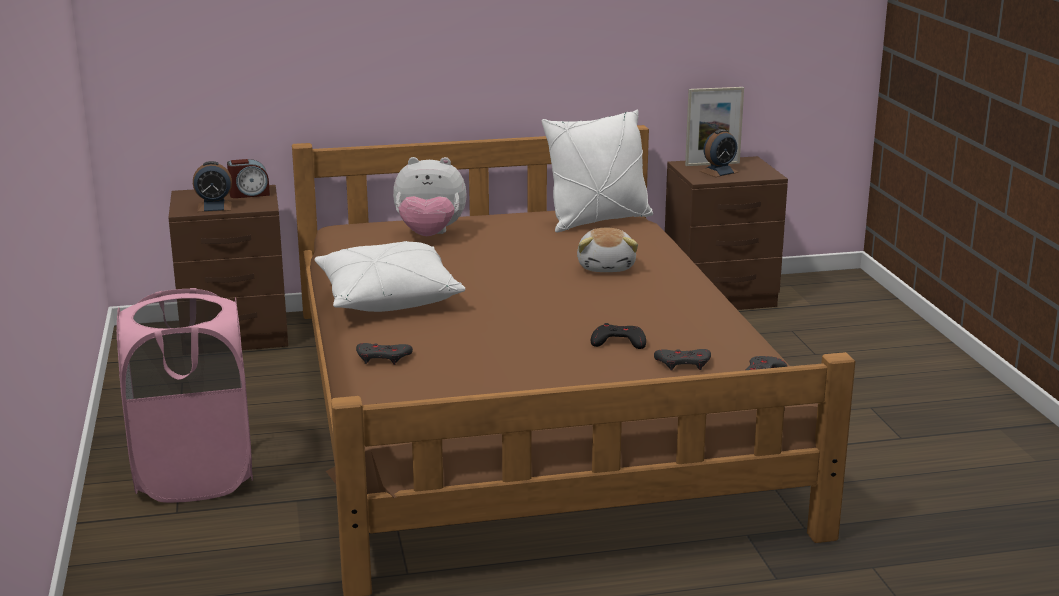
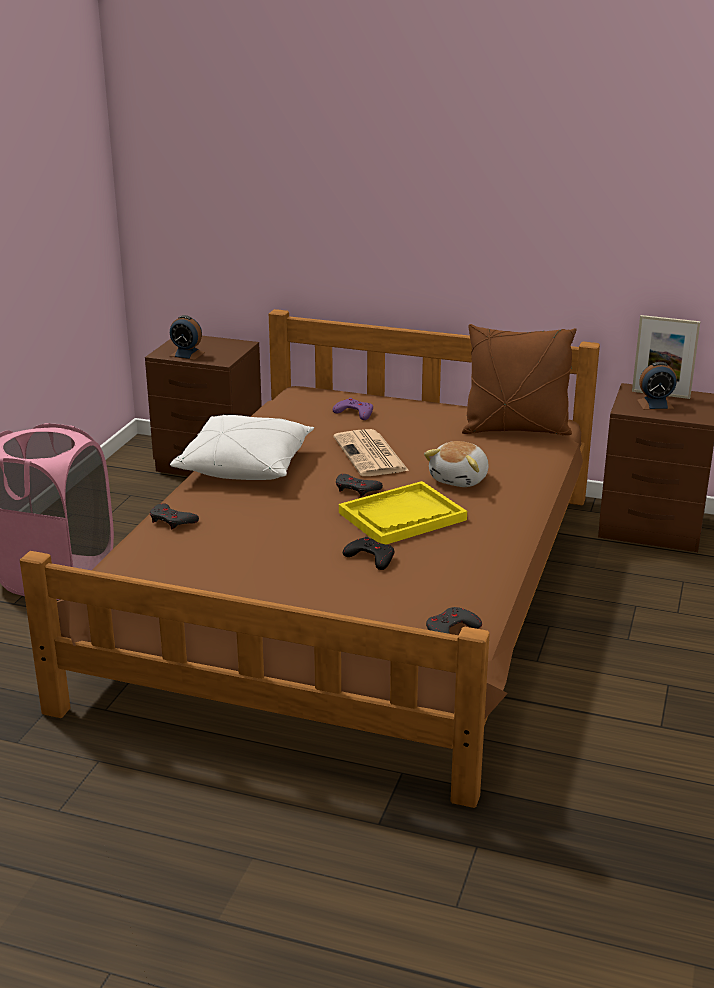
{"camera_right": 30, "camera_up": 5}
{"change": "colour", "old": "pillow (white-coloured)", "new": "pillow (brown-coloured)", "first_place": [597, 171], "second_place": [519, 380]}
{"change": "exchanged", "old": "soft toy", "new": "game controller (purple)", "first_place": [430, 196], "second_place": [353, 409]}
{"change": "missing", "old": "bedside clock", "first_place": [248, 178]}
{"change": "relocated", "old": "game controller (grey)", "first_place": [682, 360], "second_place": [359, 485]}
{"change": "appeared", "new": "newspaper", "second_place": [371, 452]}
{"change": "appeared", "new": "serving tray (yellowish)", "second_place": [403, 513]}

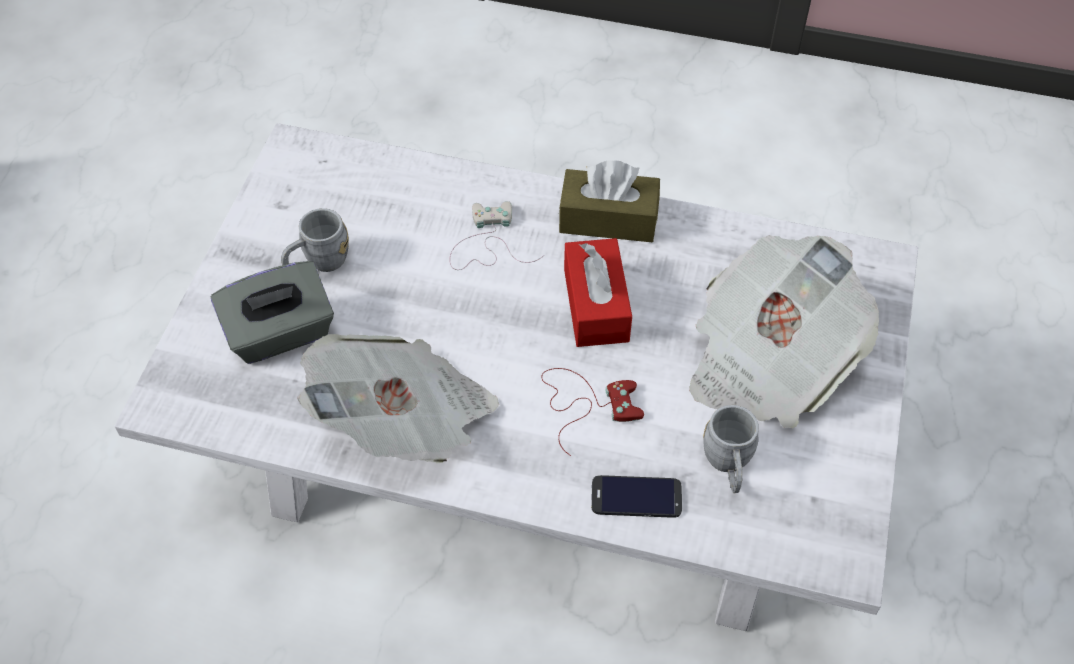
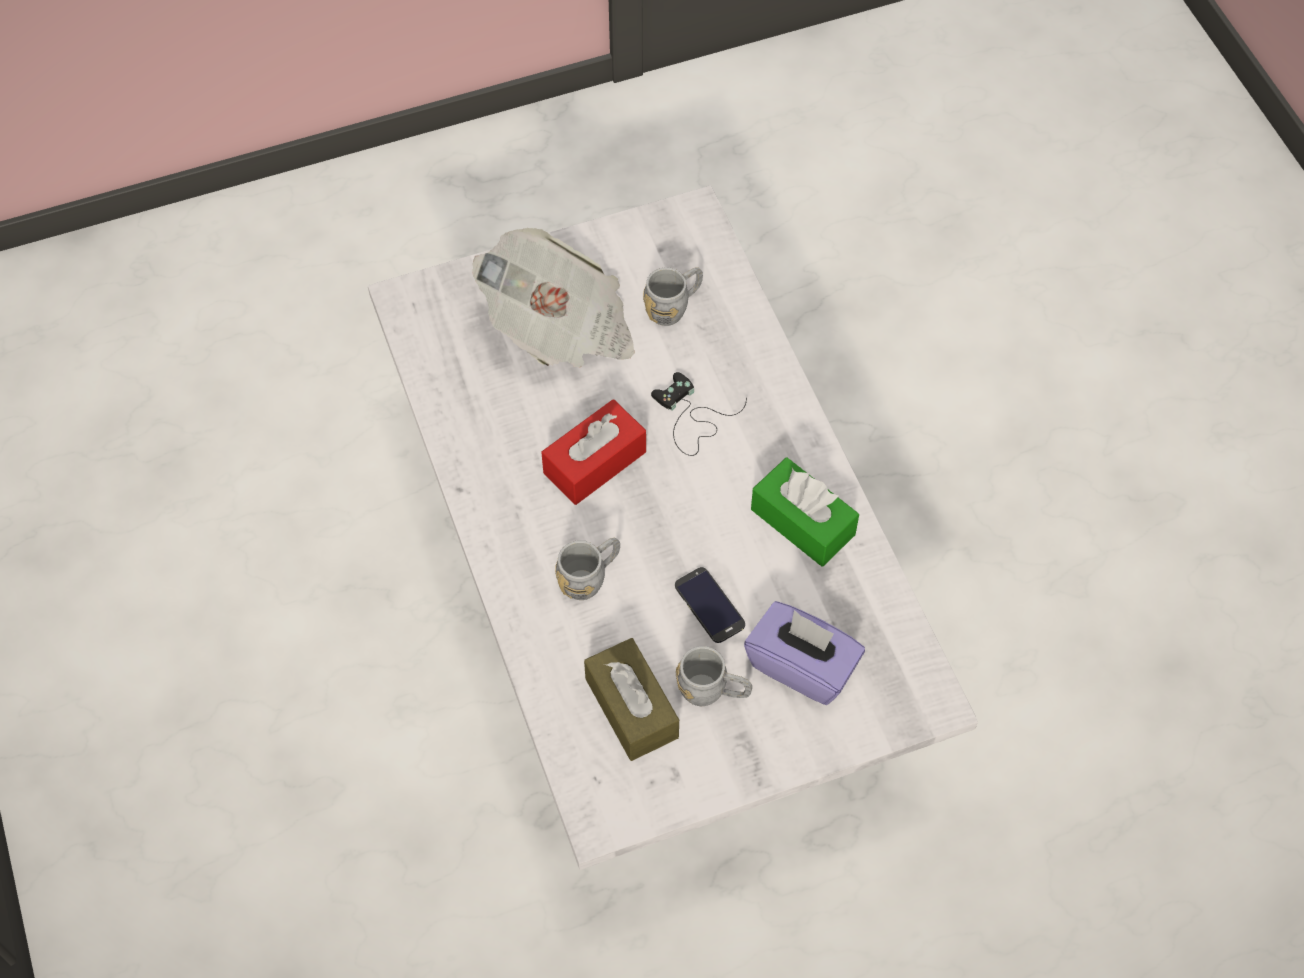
{"camera_right": -125, "camera_up": 5}
{"change": "relocated", "old": "tissue holder (brown-coloured)", "first_place": [609, 201], "second_place": [631, 699]}
{"change": "exchanged", "old": "game controller (white-coloured)", "new": "coffee mug (grey)", "first_place": [496, 235], "second_place": [587, 569]}
{"change": "colour", "old": "tissue holder (grey)", "new": "tissue holder (purple)", "first_place": [272, 312], "second_place": [804, 653]}
{"change": "exchanged", "old": "newspaper", "new": "tissue holder (green-coloured)", "first_place": [398, 399], "second_place": [805, 512]}
{"change": "colour", "old": "game controller (red-coloured)", "new": "game controller (blackish)", "first_place": [592, 412], "second_place": [699, 414]}
{"change": "relocated", "old": "phone", "first_place": [636, 496], "second_place": [710, 605]}

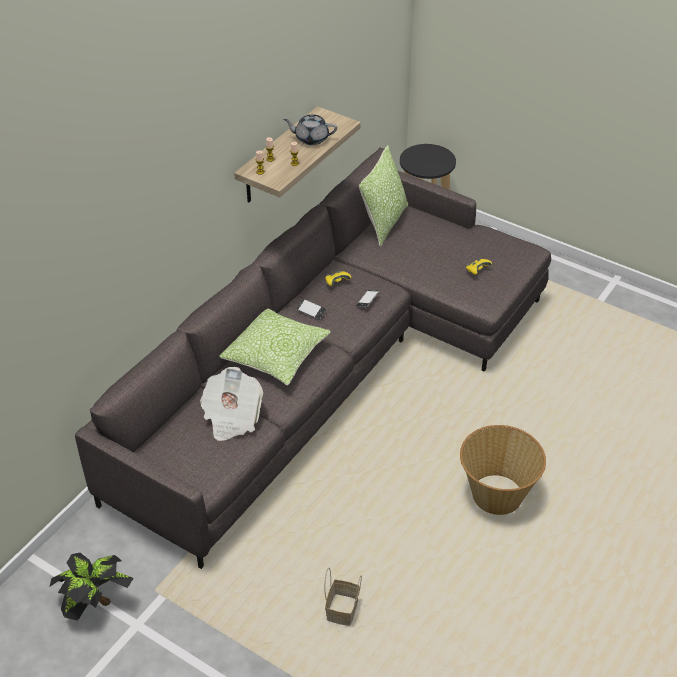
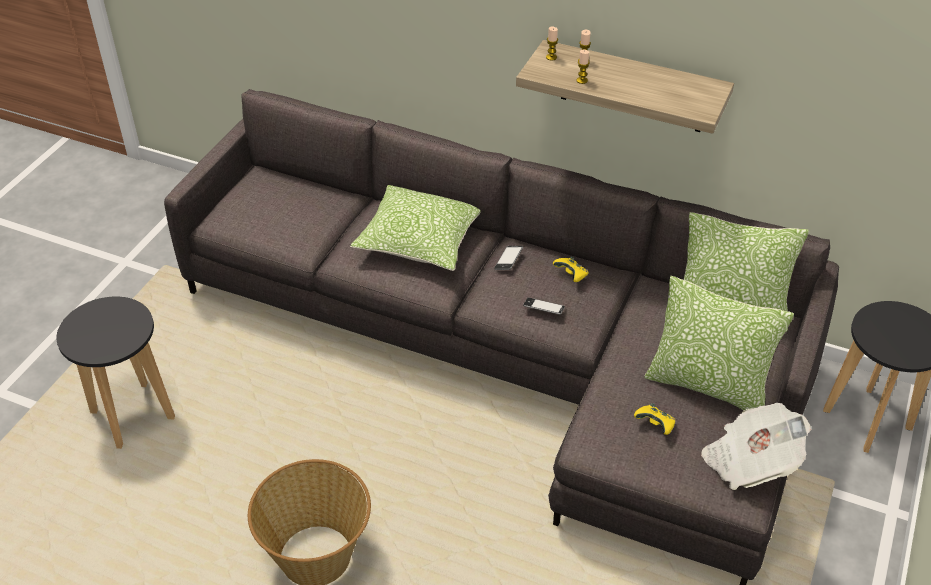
{"camera_right": 80, "camera_up": 0}
{"change": "missing", "old": "teapot (grey)", "first_place": [310, 130]}
{"change": "relocated", "old": "newspaper", "first_place": [231, 404], "second_place": [756, 446]}
{"change": "missing", "old": "plant in a pot", "first_place": [92, 587]}
{"change": "exchanged", "old": "household basket", "new": "stool seat (blackish)", "first_place": [343, 597], "second_place": [115, 373]}
{"change": "appeared", "new": "pillow", "second_place": [719, 343]}

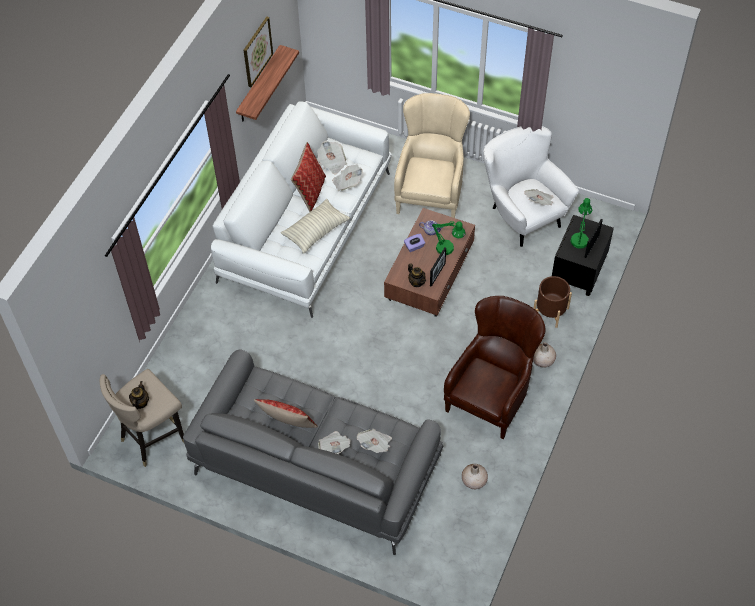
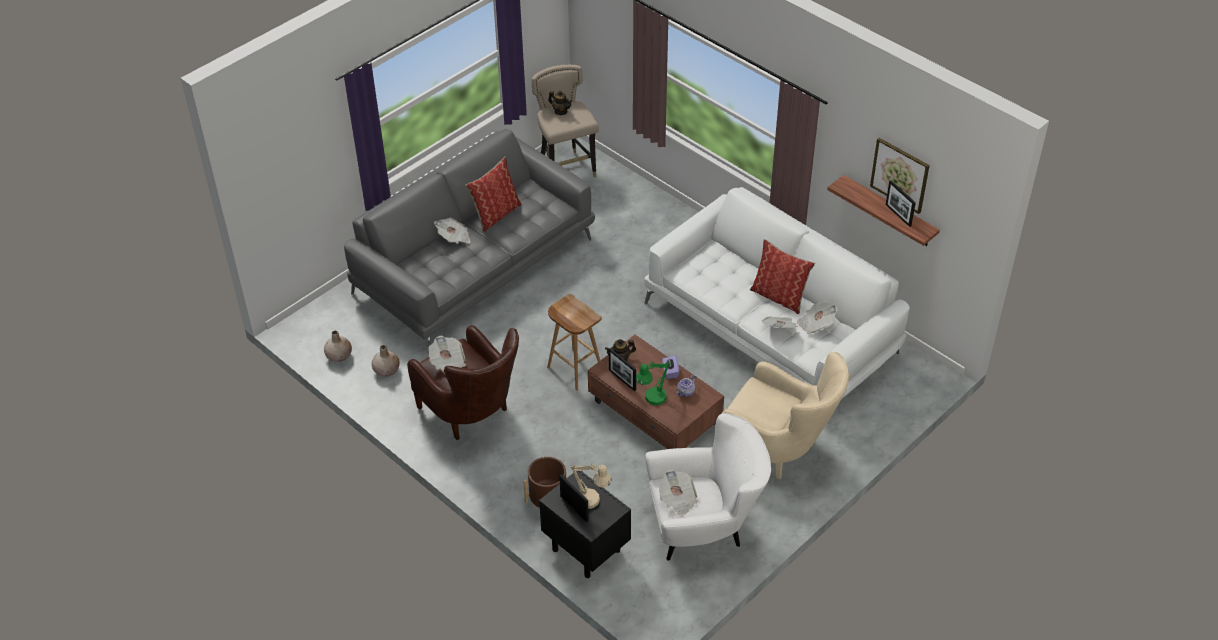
{"camera_right": 110, "camera_up": -10}
{"change": "colour", "old": "lamp for a table (green-coloured)", "new": "lamp for a table (beige)", "first_place": [581, 223], "second_place": [591, 486]}
{"change": "missing", "old": "pillow", "first_place": [315, 226]}
{"change": "relocated", "old": "decorative vase (beige)", "first_place": [544, 355], "second_place": [338, 346]}
{"change": "relocated", "old": "newspaper", "first_place": [374, 441], "second_place": [447, 354]}
{"change": "appeared", "new": "standing frame", "second_place": [901, 203]}
{"change": "appeared", "new": "stool seat (brown-coloured)", "second_place": [574, 342]}

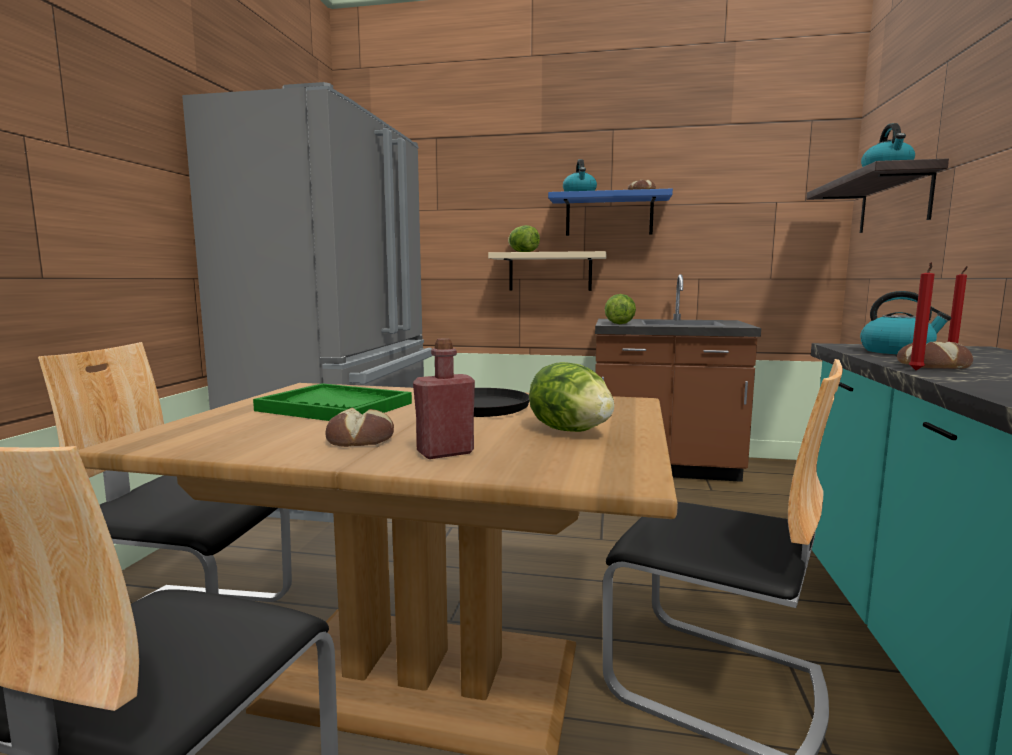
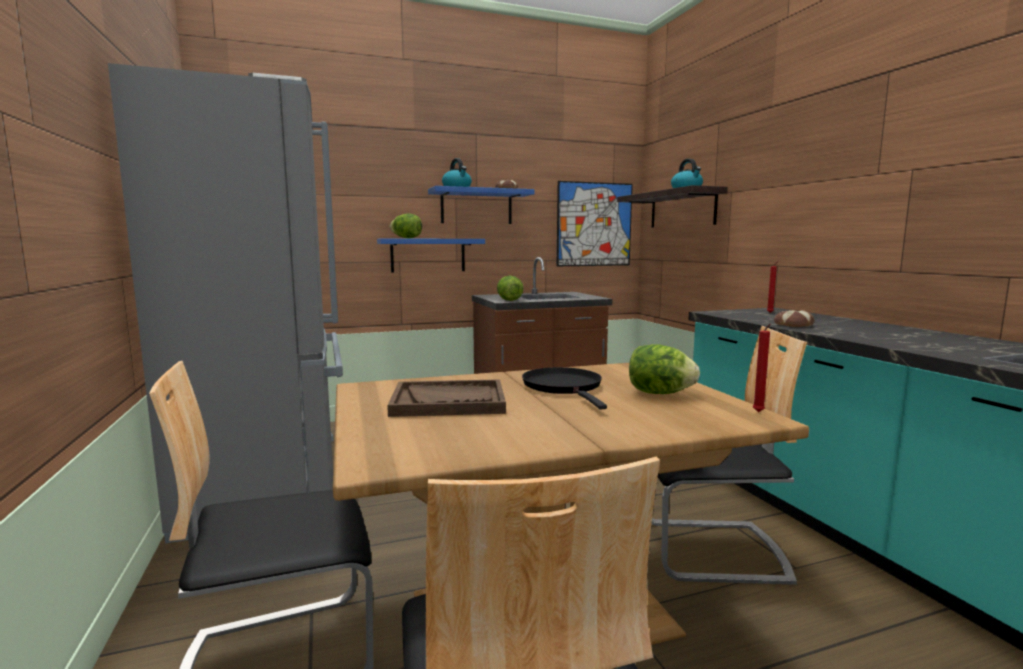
{"camera_right": -30, "camera_up": 0}
{"change": "colour", "old": "shelf (beige)", "new": "shelf (bluish)", "first_place": [547, 271], "second_place": [431, 255]}
{"change": "relocated", "old": "wax light (red-coloured)", "first_place": [922, 316], "second_place": [762, 367]}
{"change": "missing", "old": "tea kettle", "first_place": [905, 322]}
{"change": "missing", "old": "beverage bottle (red-coloured)", "first_place": [444, 398]}
{"change": "colour", "old": "serving tray (green-coloured)", "new": "serving tray (brown-coloured)", "first_place": [332, 402], "second_place": [446, 398]}
{"change": "missing", "old": "bakery bread", "first_place": [359, 427]}
{"change": "appeared", "new": "wall art", "second_place": [595, 223]}

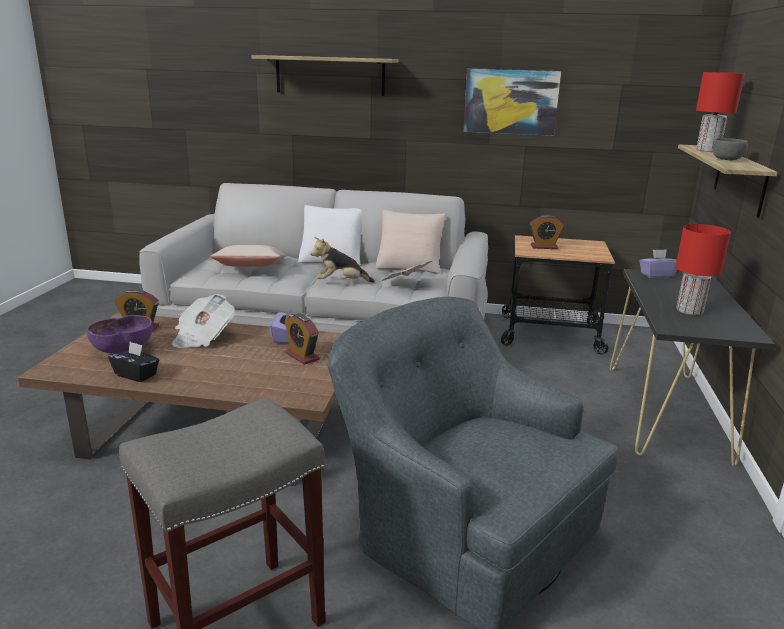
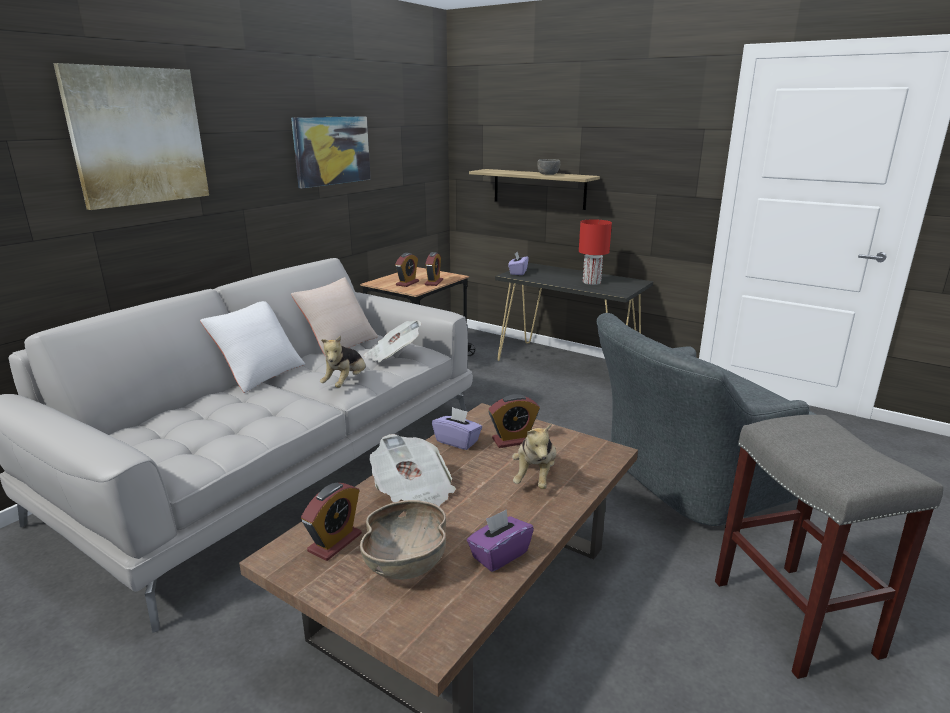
{"camera_right": -65, "camera_up": 0}
{"change": "exchanged", "old": "shelf", "new": "wall art", "first_place": [325, 75], "second_place": [131, 136]}
{"change": "missing", "old": "lamp for a table (red-coloured)", "first_place": [720, 112]}
{"change": "missing", "old": "pillow (beige)", "first_place": [248, 256]}
{"change": "colour", "old": "serving bowl (purple)", "new": "serving bowl (brown-coloured)", "first_place": [120, 334], "second_place": [403, 540]}
{"change": "colour", "old": "tissue holder (blackish)", "new": "tissue holder (purple)", "first_place": [133, 362], "second_place": [500, 540]}
{"change": "appeared", "new": "bedside clock", "second_place": [433, 269]}
{"change": "appeared", "new": "soft toy", "second_place": [534, 456]}

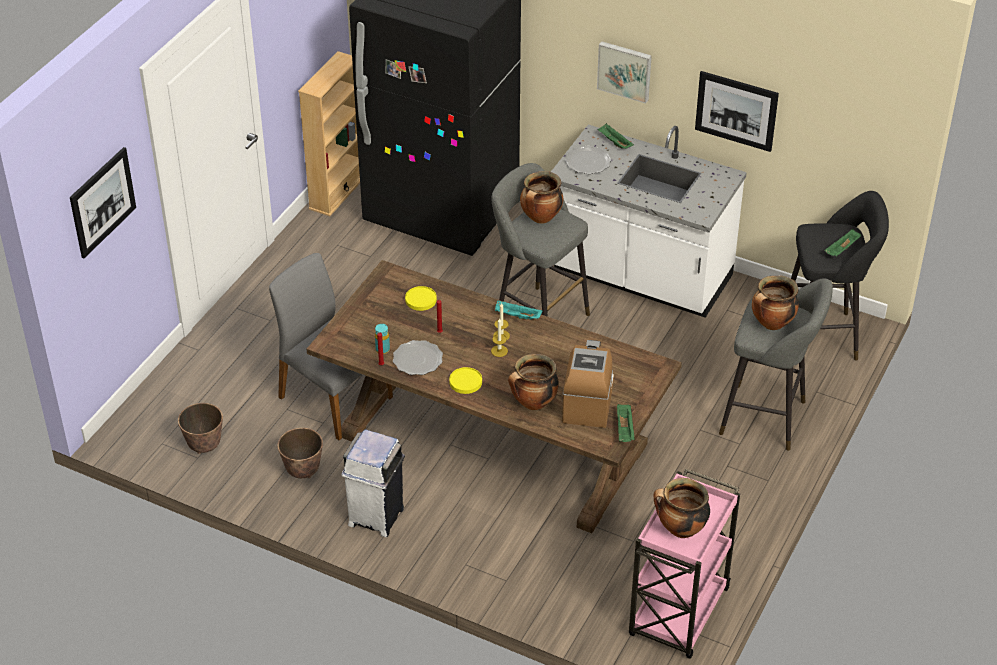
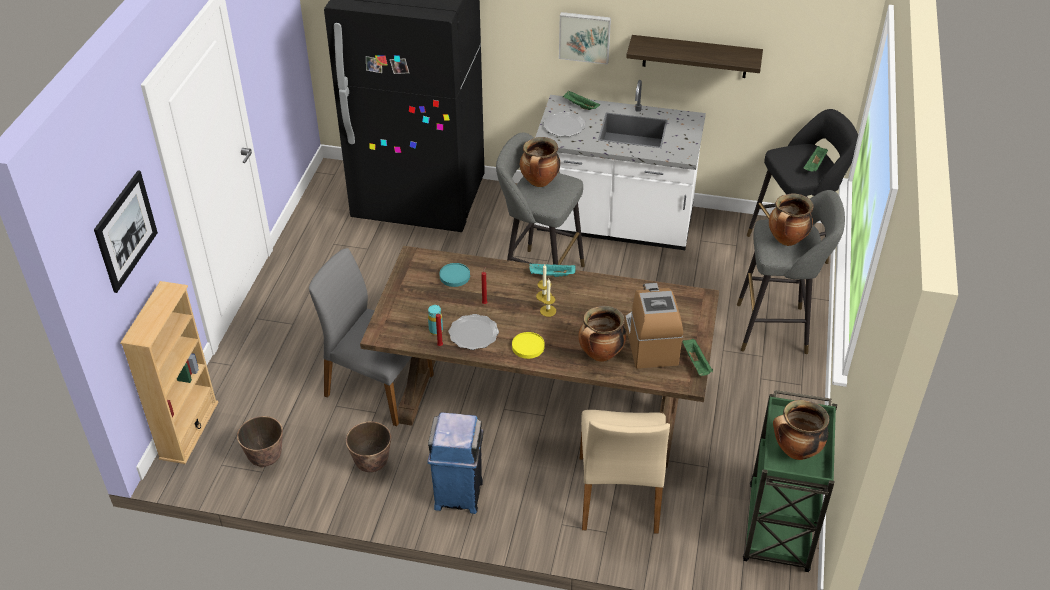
{"camera_right": -15, "camera_up": 0}
{"change": "relocated", "old": "bookcase (beige)", "first_place": [329, 133], "second_place": [169, 372]}
{"change": "exchanged", "old": "wall art", "new": "shelf", "first_place": [737, 111], "second_place": [694, 56]}
{"change": "colour", "old": "flat dish (yellowish)", "new": "flat dish (turquoise-coloured)", "first_place": [421, 298], "second_place": [454, 275]}
{"change": "colour", "old": "rubbish bin (white-coloured)", "new": "rubbish bin (bluish)", "first_place": [373, 483], "second_place": [455, 463]}
{"change": "colour", "old": "trolley (pink-coloured)", "new": "trolley (green-coloured)", "first_place": [684, 564], "second_place": [790, 481]}
{"change": "appeared", "new": "chair (beige)", "second_place": [625, 472]}

